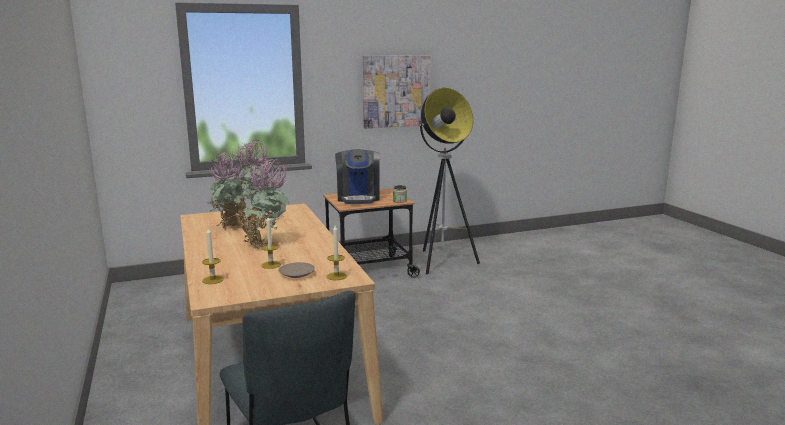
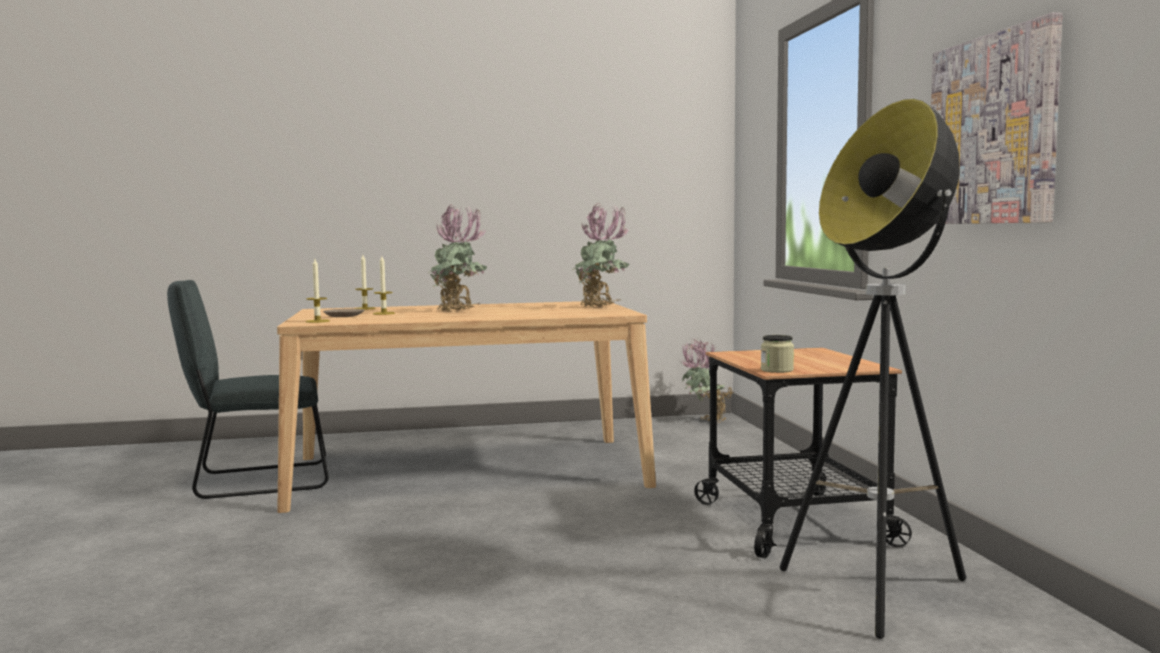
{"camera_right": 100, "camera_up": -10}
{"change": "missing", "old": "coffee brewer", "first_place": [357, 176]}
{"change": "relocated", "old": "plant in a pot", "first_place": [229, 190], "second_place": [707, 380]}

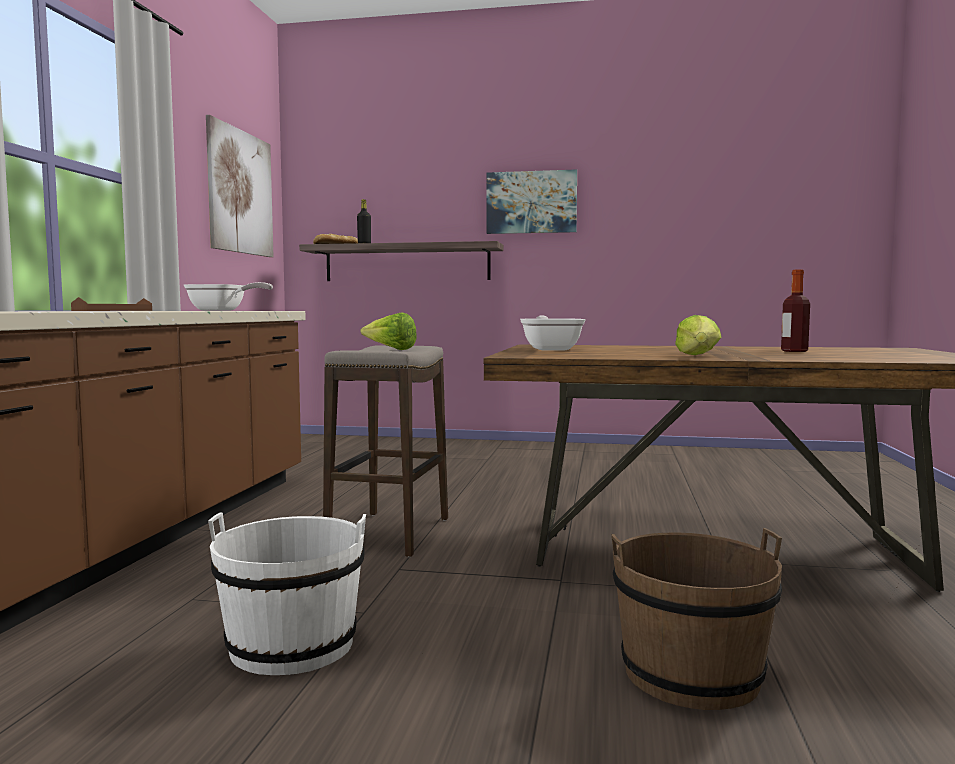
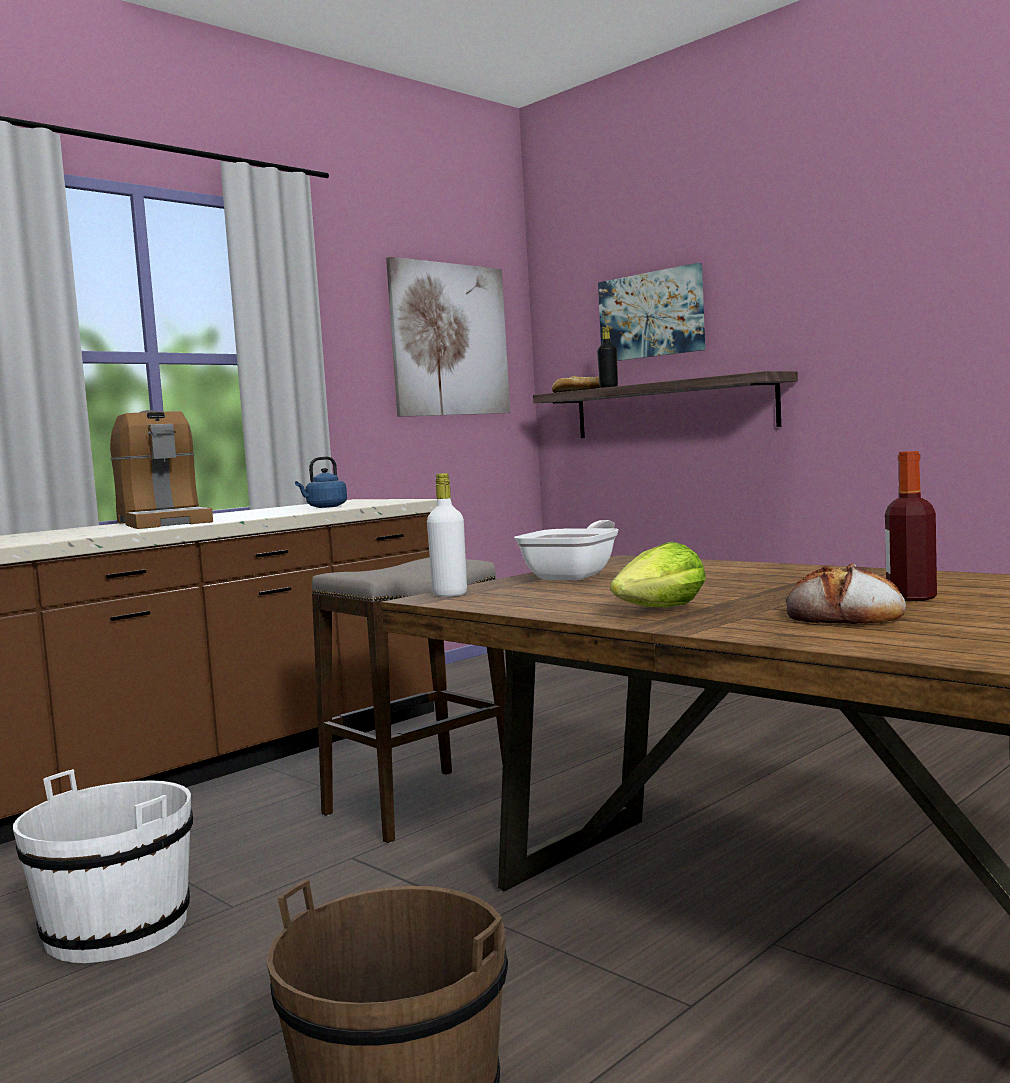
{"camera_right": 35, "camera_up": 0}
{"change": "relocated", "old": "wall art", "first_place": [531, 201], "second_place": [651, 312]}
{"change": "exchanged", "old": "pan", "new": "tea kettle (bluish)", "first_place": [228, 296], "second_place": [321, 482]}
{"change": "exchanged", "old": "serving tray (brown-coloured)", "new": "coffee brewer", "first_place": [111, 304], "second_place": [161, 469]}
{"change": "missing", "old": "head of lettuce", "first_place": [388, 331]}
{"change": "appeared", "new": "beverage bottle (white-coloured)", "second_place": [447, 535]}
{"change": "appeared", "new": "bakery bread", "second_place": [846, 593]}

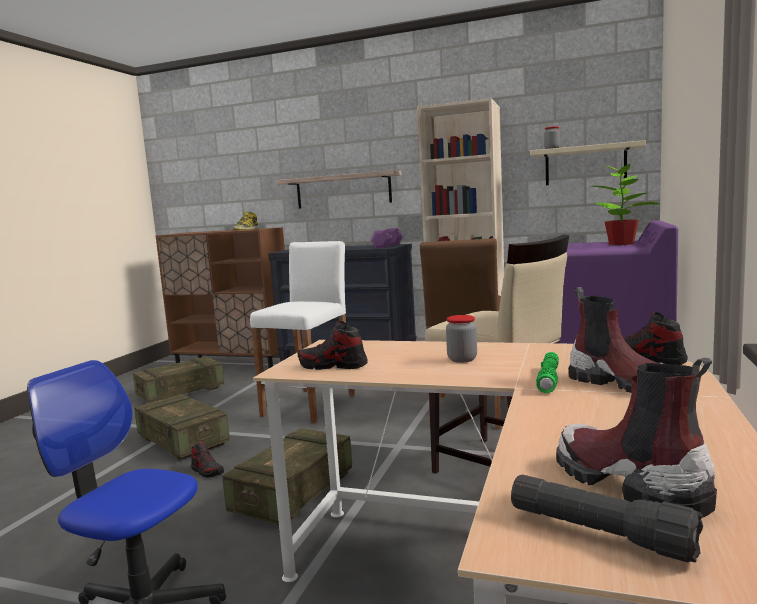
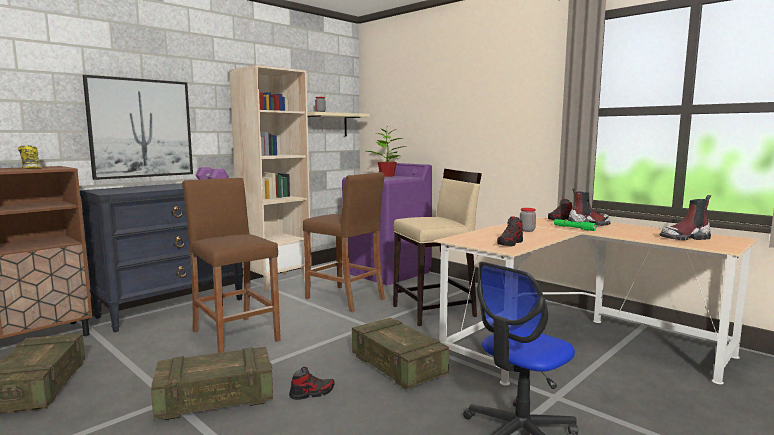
{"camera_right": -65, "camera_up": 0}
{"change": "exchanged", "old": "shelf", "new": "wall art", "first_place": [338, 189], "second_place": [138, 127]}
{"change": "colour", "old": "stool seat (white-coloured)", "new": "stool seat (brown-coloured)", "first_place": [303, 332], "second_place": [231, 265]}
{"change": "missing", "old": "hand torch (blackish)", "first_place": [607, 518]}

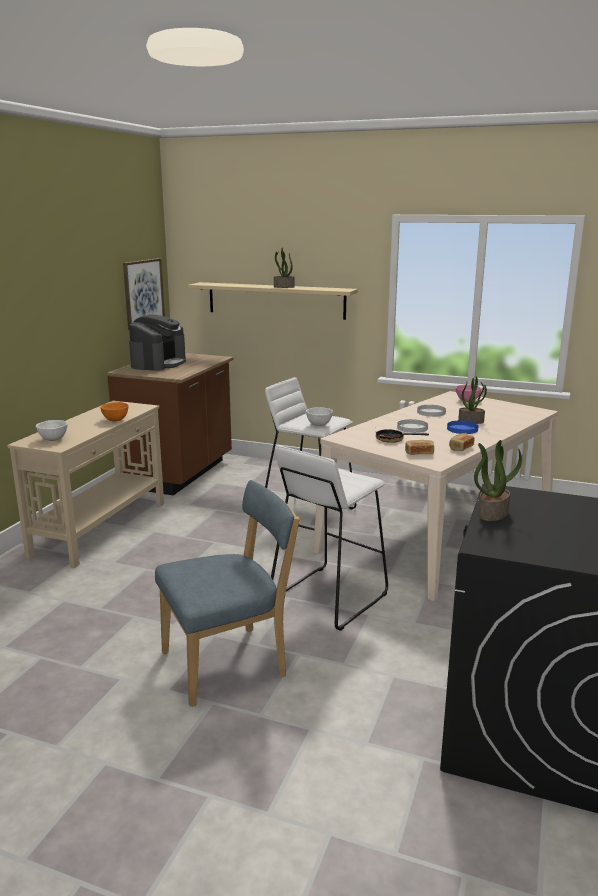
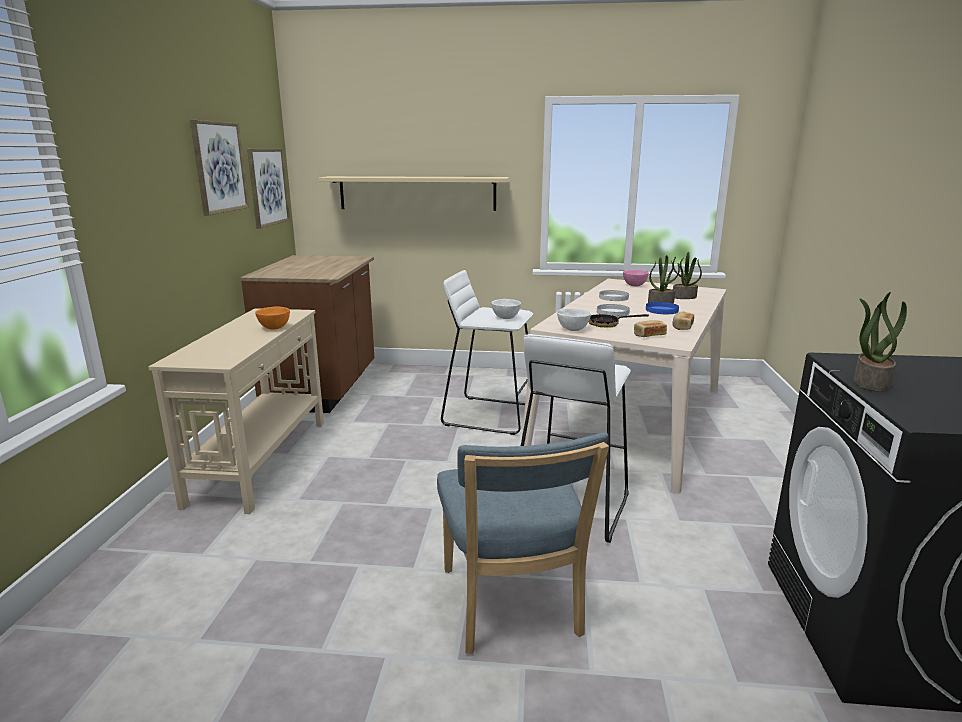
{"camera_right": -15, "camera_up": 0}
{"change": "relocated", "old": "plant in a pot", "first_place": [284, 267], "second_place": [687, 275]}
{"change": "missing", "old": "coffee brewer", "first_place": [157, 342]}
{"change": "relocated", "old": "serving bowl (white-coloured)", "first_place": [52, 430], "second_place": [574, 319]}
{"change": "spun", "old": "chair (bluish)", "first_place": [227, 593], "second_place": [523, 543], "degrees": 120}
{"change": "appeared", "new": "wall art", "second_place": [219, 168]}

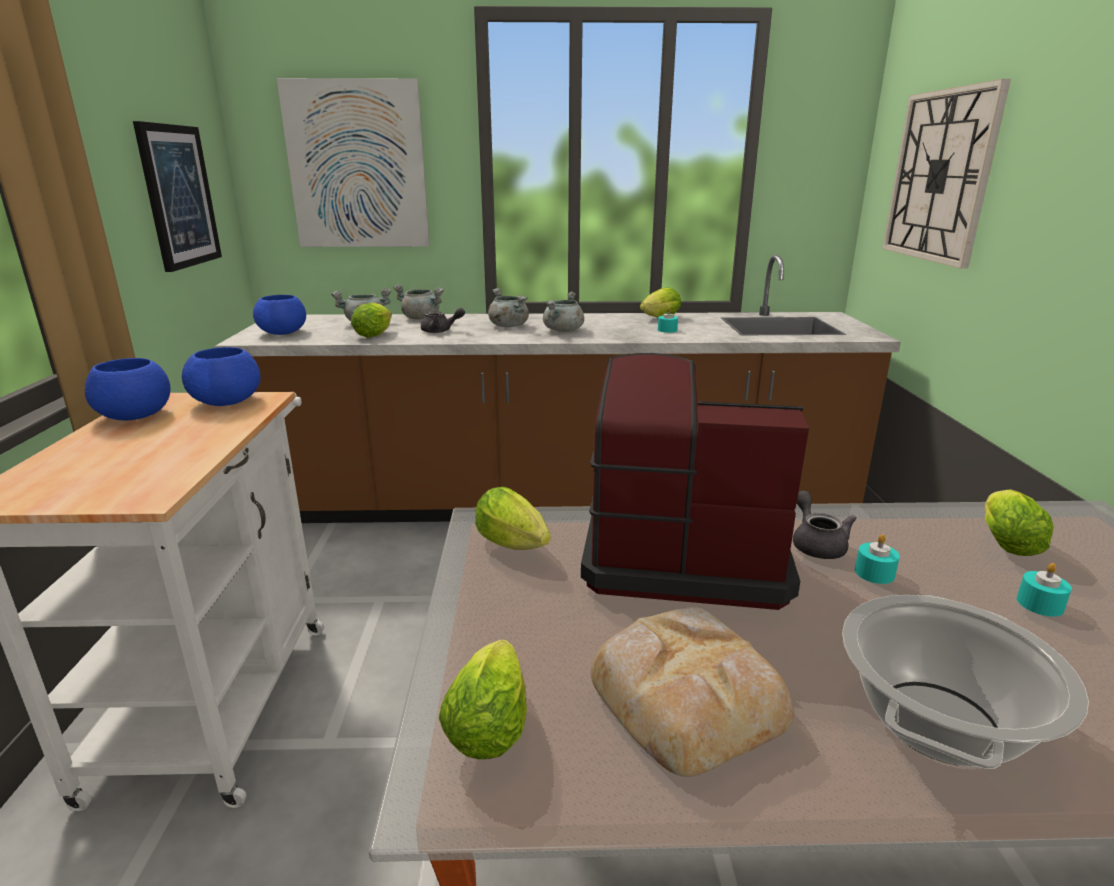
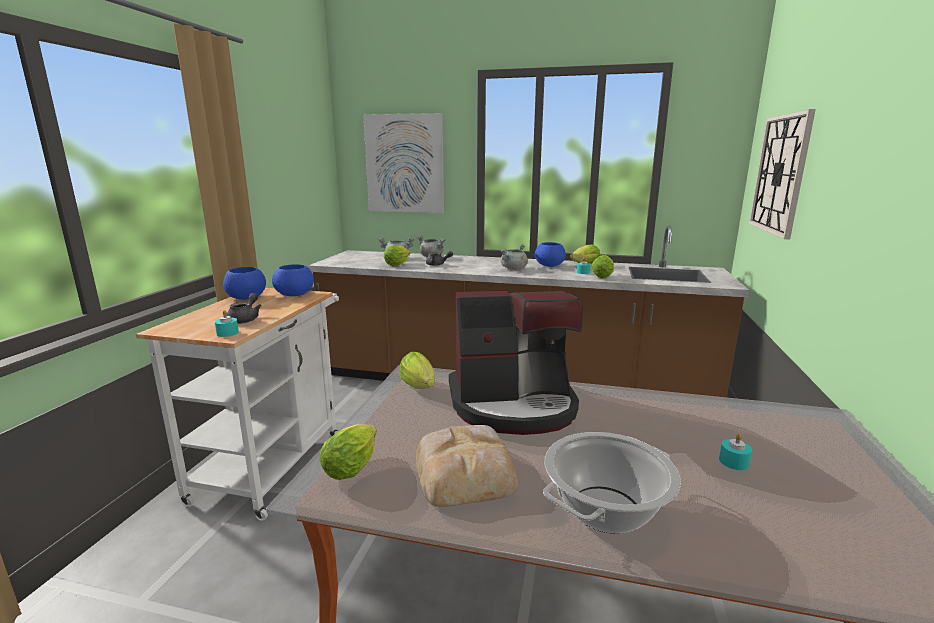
{"camera_right": 15, "camera_up": -5}
{"change": "missing", "old": "wall art", "first_place": [177, 196]}
{"change": "missing", "old": "cooking pot (grey)", "first_place": [508, 307]}
{"change": "relocated", "old": "serving bowl (bluish)", "first_place": [279, 315], "second_place": [550, 254]}
{"change": "spun", "old": "coffee brewer", "first_place": [695, 481], "second_place": [516, 363], "degrees": 150}
{"change": "relocated", "old": "head of lettuce", "first_place": [1019, 522], "second_place": [602, 266]}
{"change": "relocated", "old": "teapot (grey)", "first_place": [825, 525], "second_place": [244, 308]}
{"change": "relocated", "old": "wax light (turquoise-coloured)", "first_place": [877, 559], "second_place": [227, 323]}

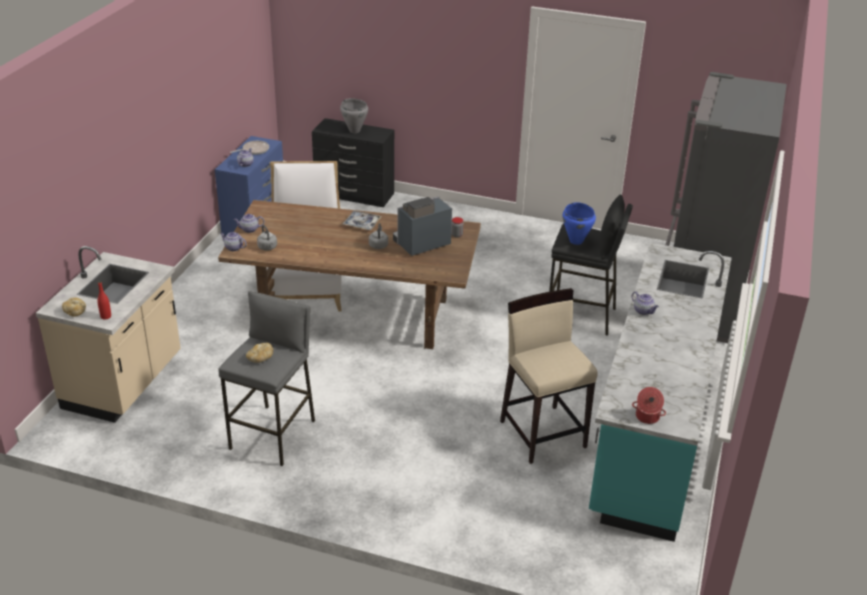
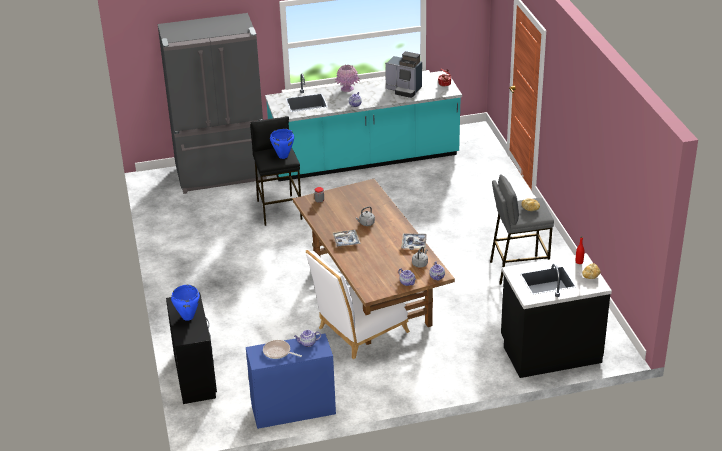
{"camera_right": -120, "camera_up": 0}
{"change": "colour", "old": "cooking pot (grey)", "new": "cooking pot (bluish)", "first_place": [354, 115], "second_place": [185, 303]}
{"change": "relocated", "old": "coffee brewer", "first_place": [422, 226], "second_place": [403, 74]}
{"change": "colour", "old": "kitchen base unit (beige)", "new": "kitchen base unit (blackish)", "first_place": [108, 334], "second_place": [556, 315]}
{"change": "missing", "old": "stool seat (beige)", "first_place": [549, 376]}
{"change": "appeared", "new": "decorative vase (pink-coloured)", "second_place": [347, 78]}
{"change": "appeared", "new": "serving tray", "second_place": [414, 241]}

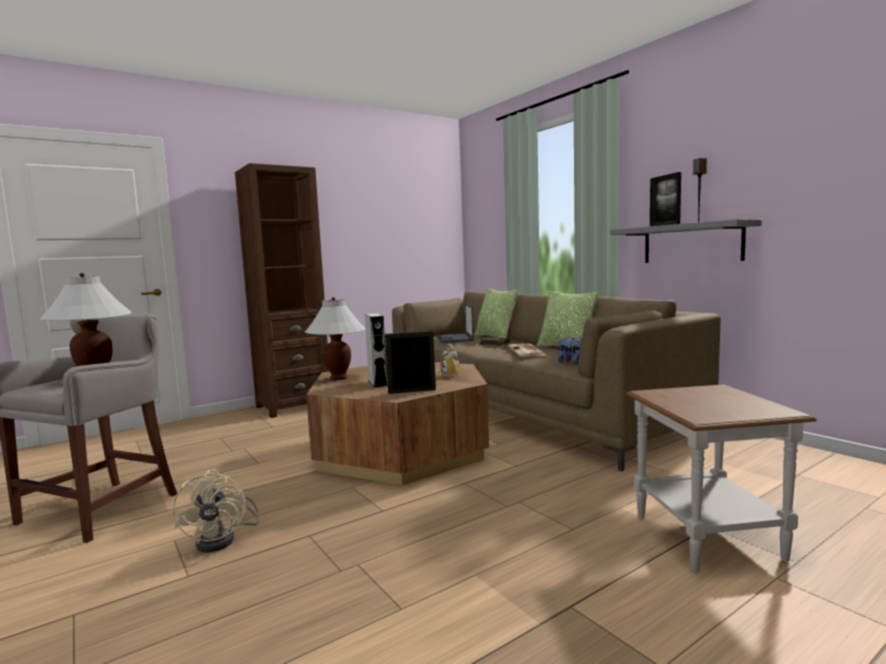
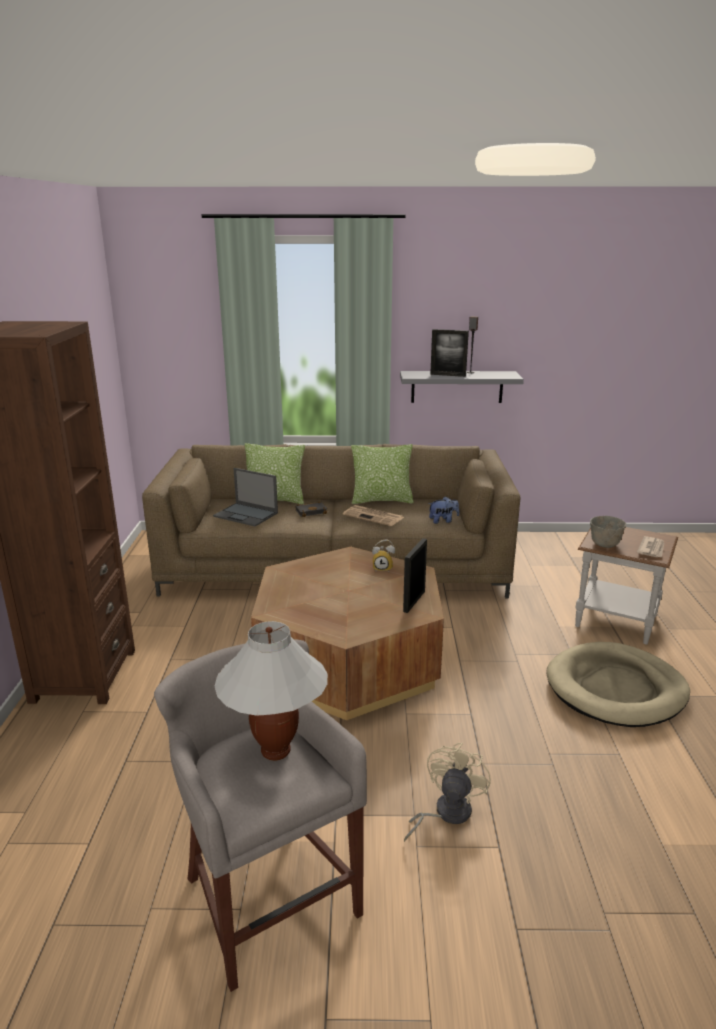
{"camera_right": -55, "camera_up": 15}
{"change": "missing", "old": "lamp for a table (white-coloured)", "first_place": [335, 338]}
{"change": "missing", "old": "audio speaker (grey)", "first_place": [376, 350]}
{"change": "spun", "old": "fan (beige)", "first_place": [216, 511], "second_place": [447, 792], "degrees": -90}
{"change": "appeared", "new": "serving bowl (grey)", "second_place": [608, 532]}
{"change": "appeared", "new": "newspaper", "second_place": [650, 547]}
{"change": "appeared", "new": "pet bed (beige)", "second_place": [618, 684]}

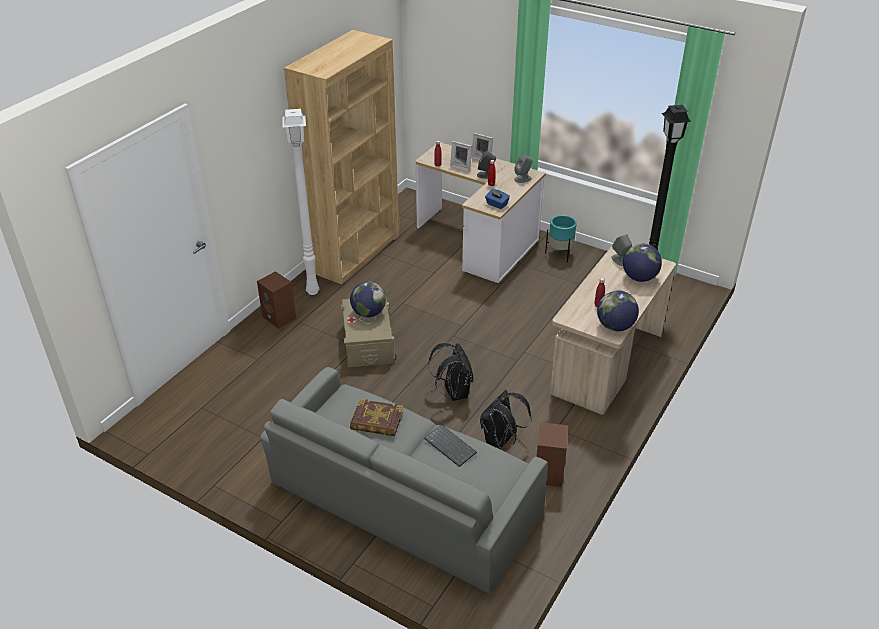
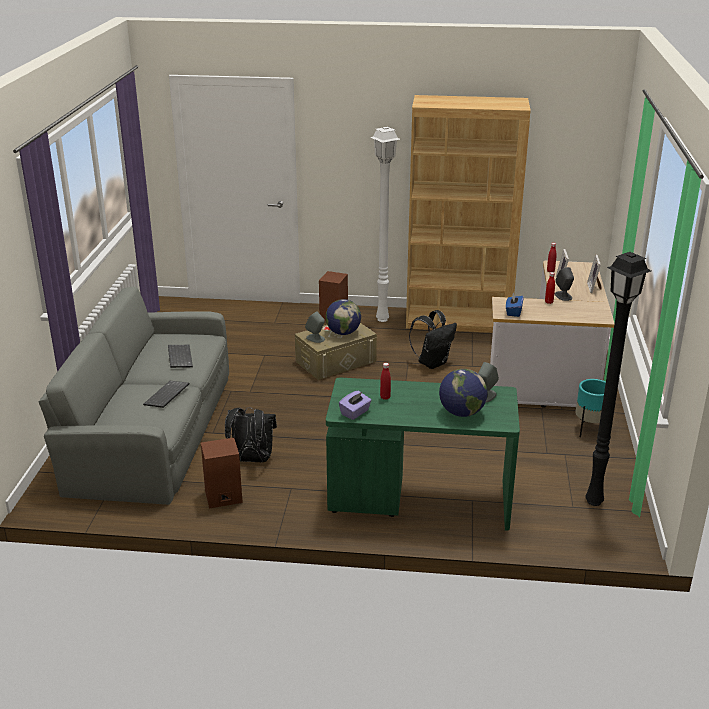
{"camera_right": 65, "camera_up": -10}
{"change": "relocated", "old": "audio speaker (grey)", "first_place": [523, 168], "second_place": [315, 327]}
{"change": "colour", "old": "desk (beige)", "new": "desk (green-coloured)", "first_place": [613, 330], "second_place": [423, 454]}
{"change": "exchanged", "old": "world globe", "new": "tissue holder (purple)", "first_place": [618, 310], "second_place": [355, 405]}
{"change": "relocated", "old": "backpack (blackish)", "first_place": [450, 372], "second_place": [433, 339]}
{"change": "exchanged", "old": "volume", "new": "PC keyboard", "first_place": [376, 417], "second_place": [180, 356]}

